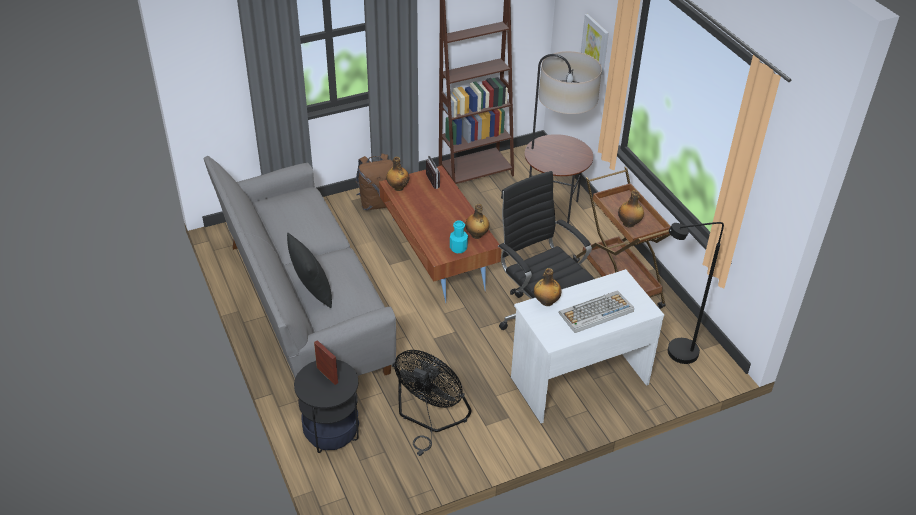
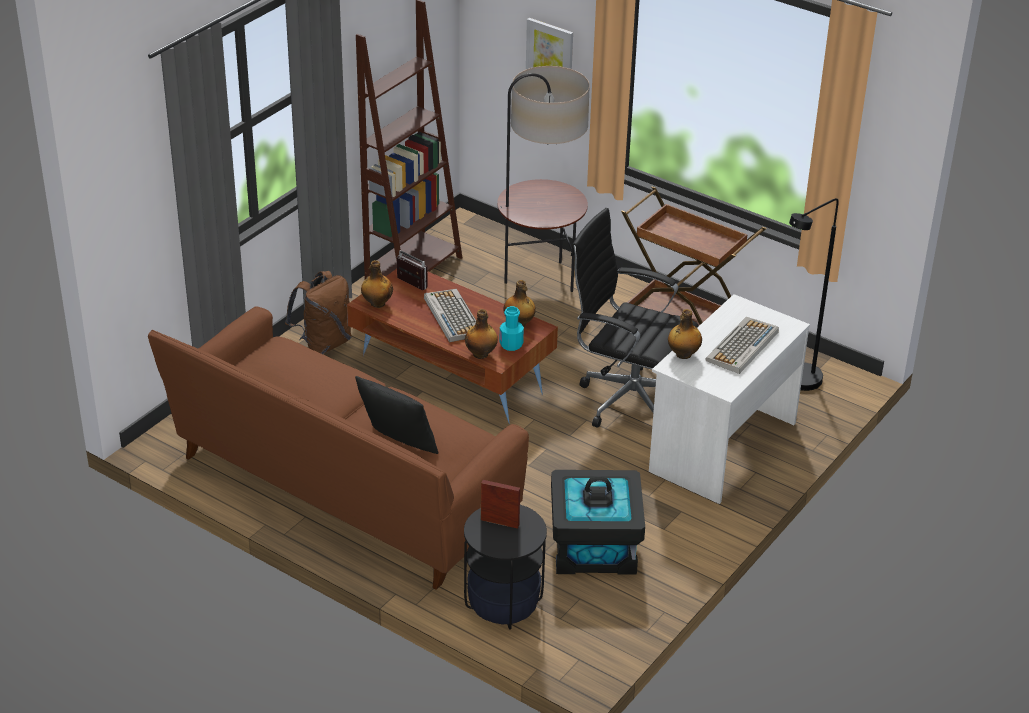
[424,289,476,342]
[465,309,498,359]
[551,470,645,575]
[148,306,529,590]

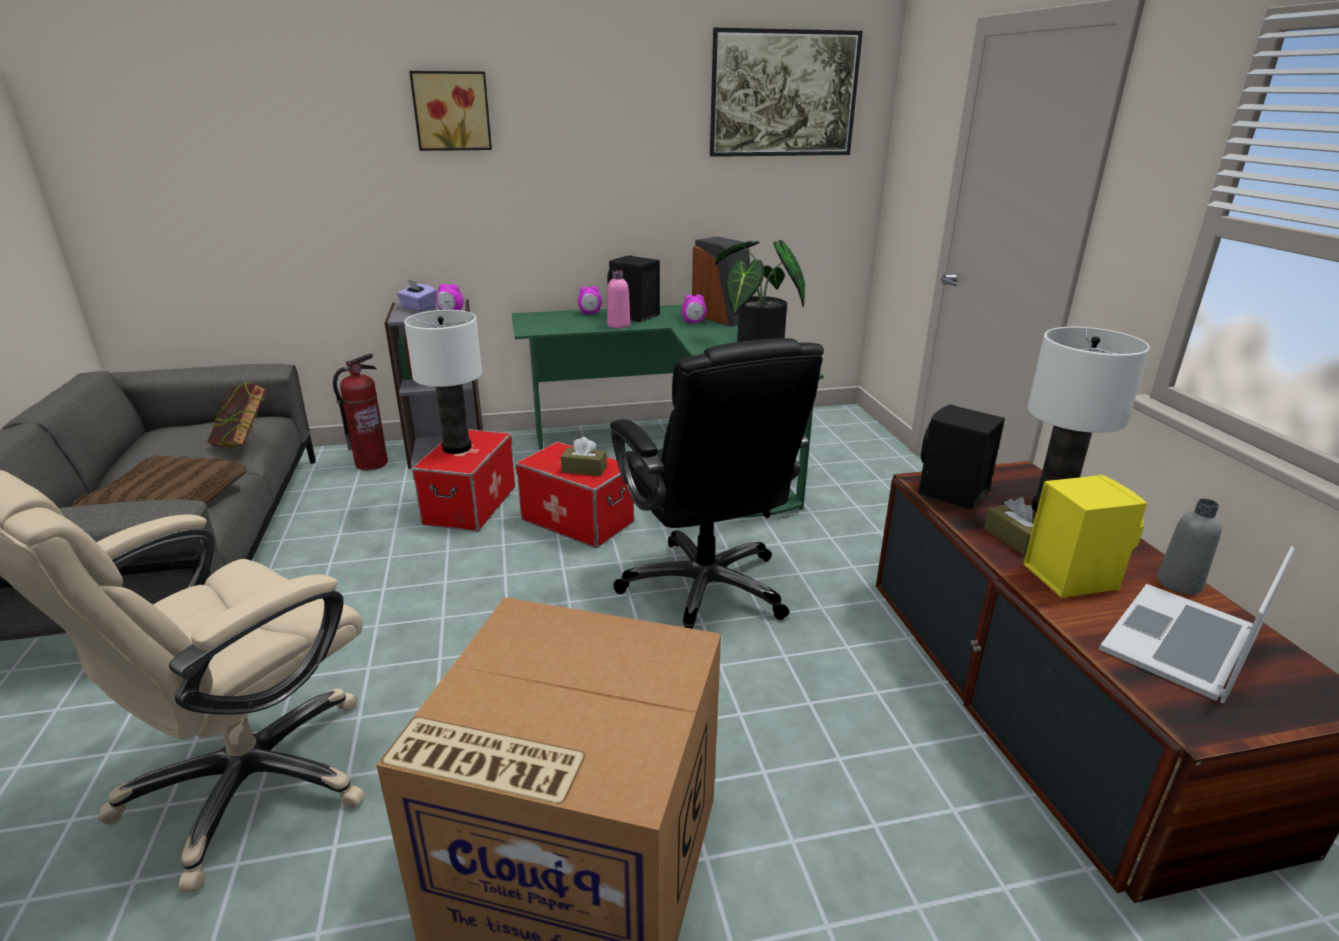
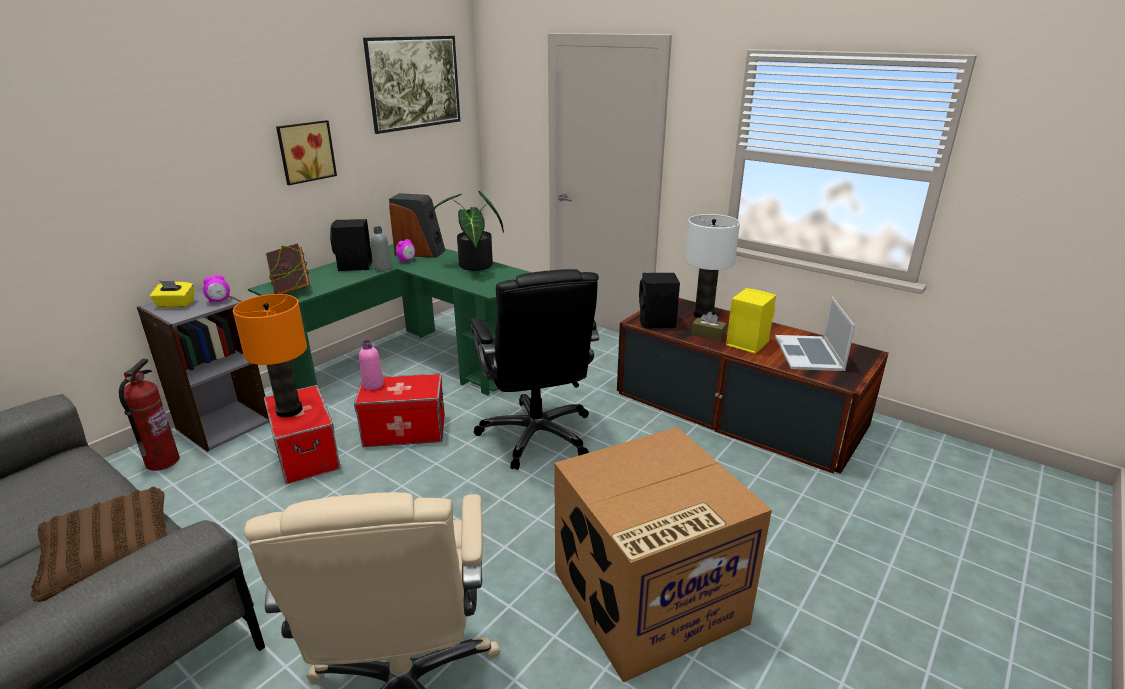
[561,437,607,476] (first image)
[578,286,602,314] (first image)
[266,243,310,294]
[276,120,337,185]
[359,340,384,390]
[371,226,392,271]
[150,281,194,308]
[233,294,307,417]
[470,269,599,470]

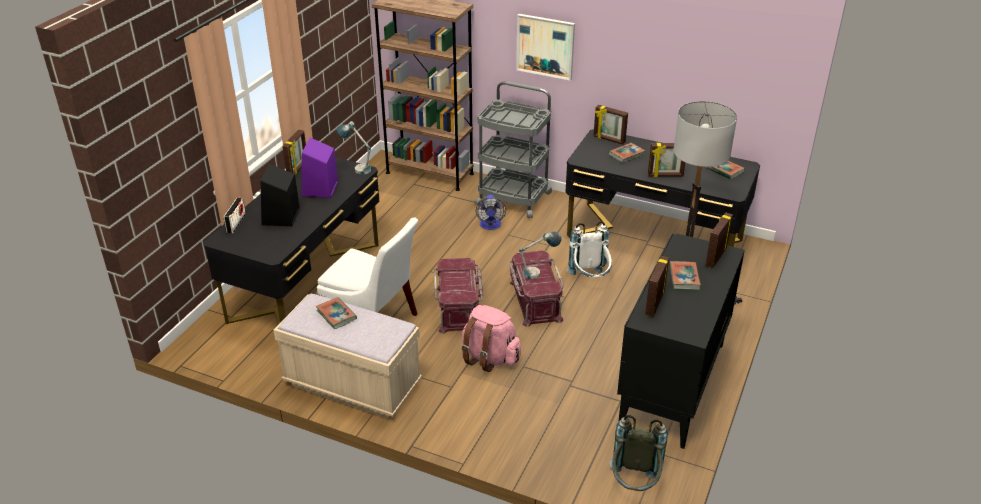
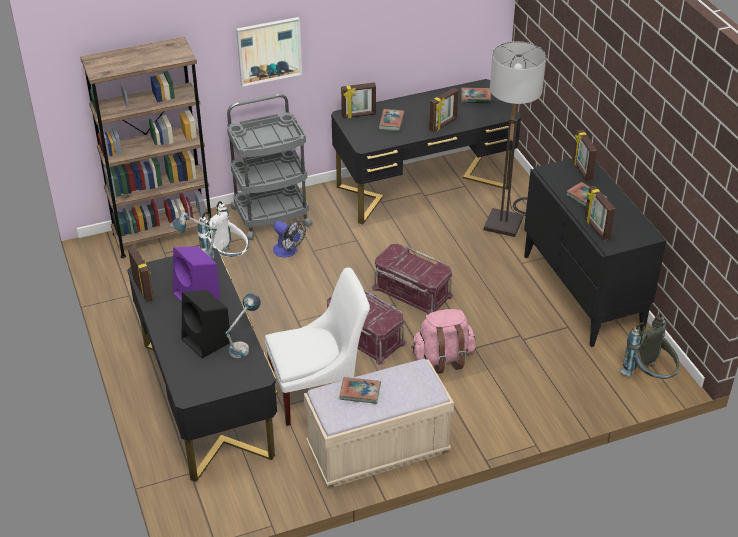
[224,198,246,233] (first image)
[225,293,261,358]
[198,201,249,257]

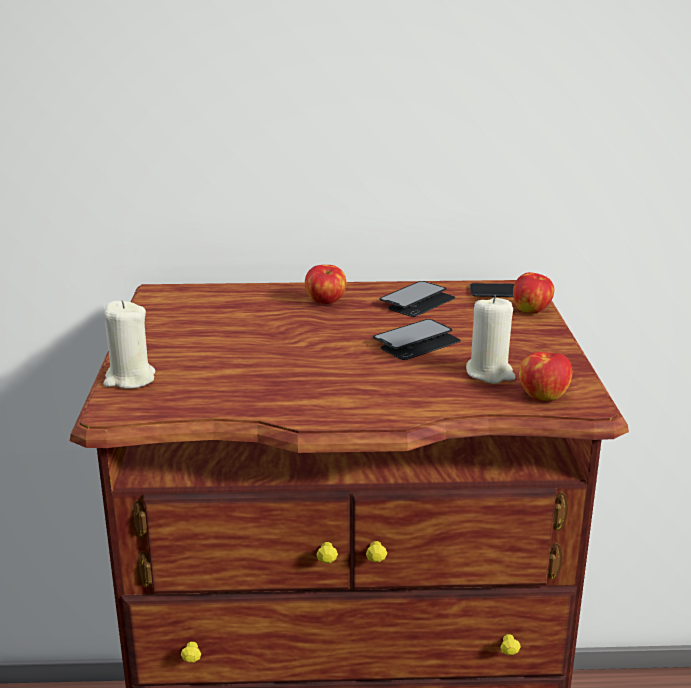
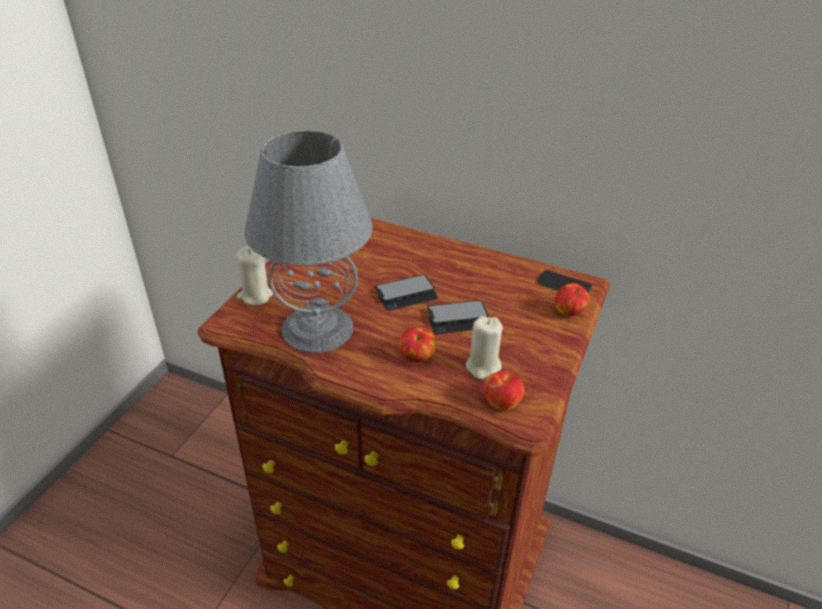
[244,130,373,353]
[399,327,436,362]
[375,274,438,311]

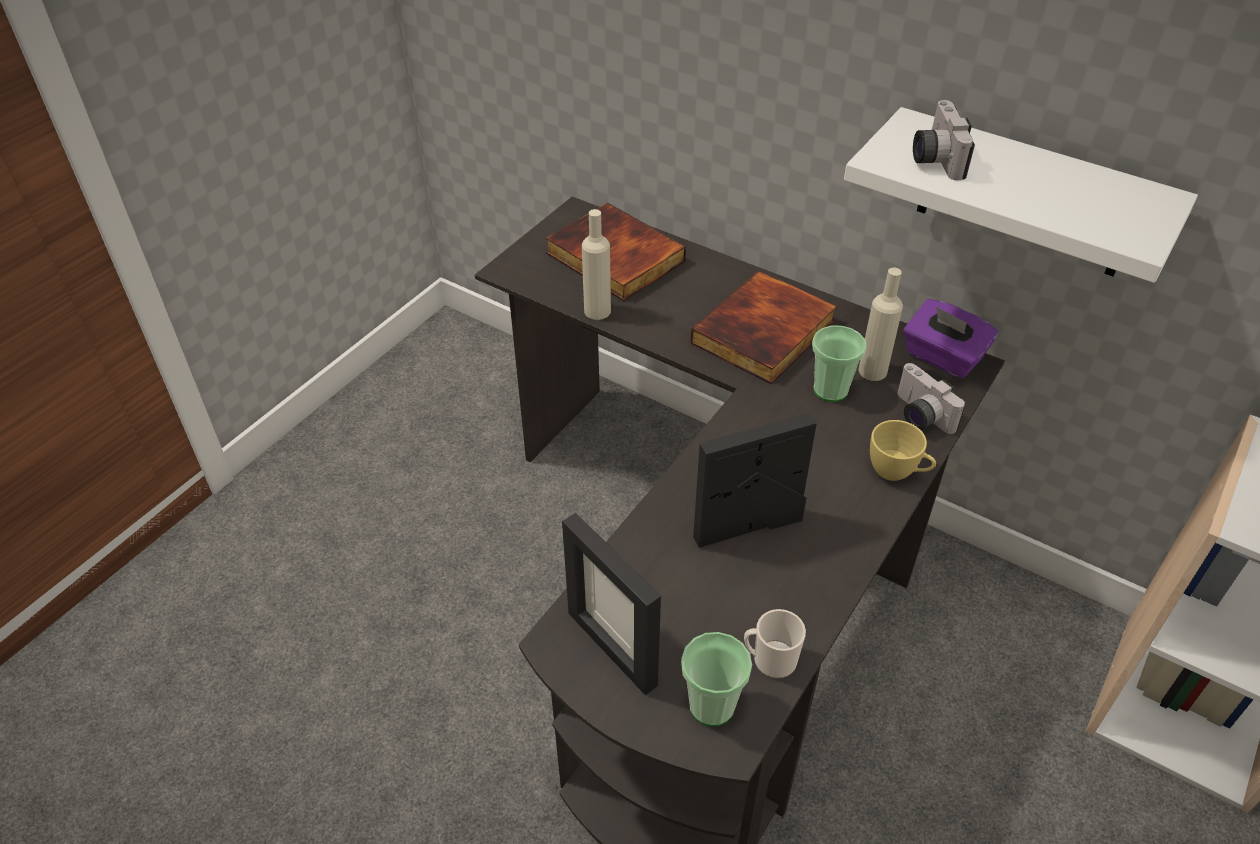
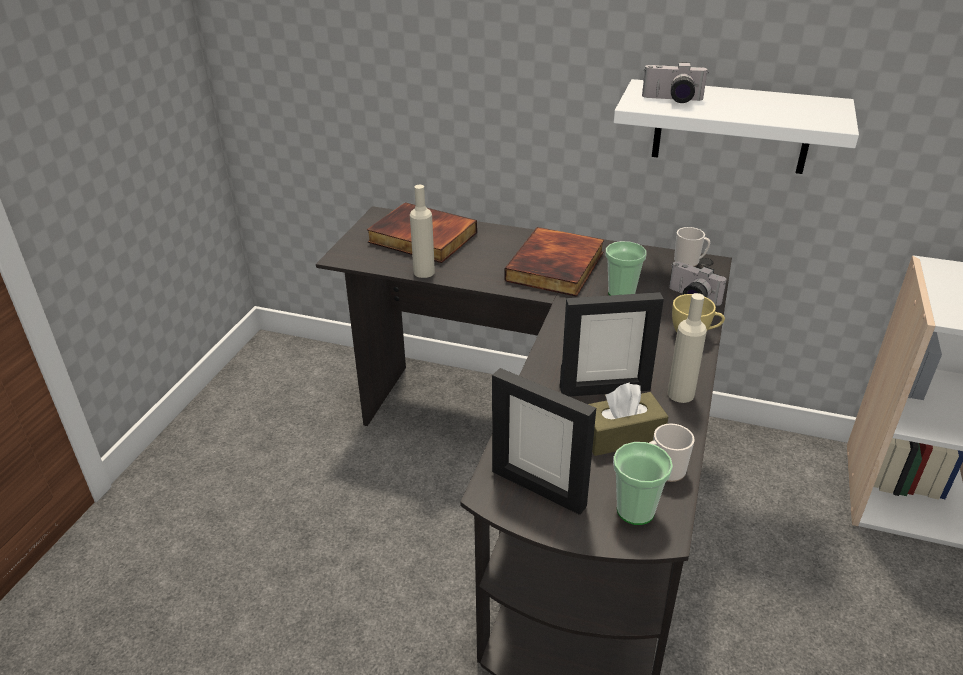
[588,383,669,456]
[668,293,707,403]
[674,227,710,267]
[560,292,664,397]
[642,62,709,103]

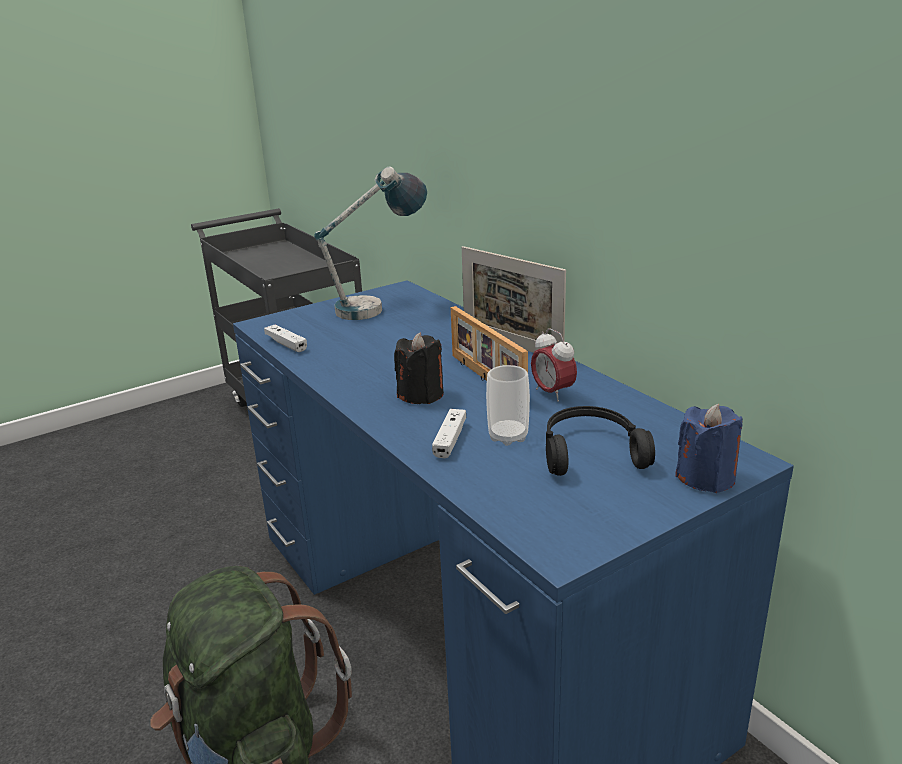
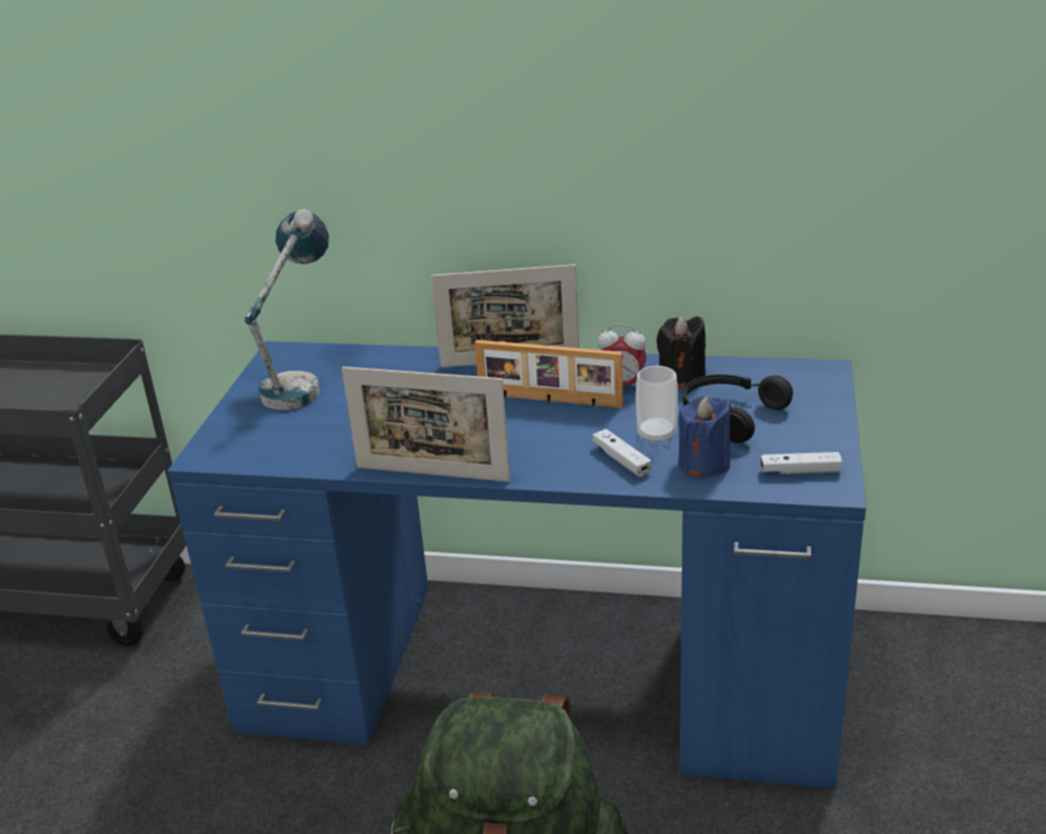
[342,367,510,482]
[761,452,842,474]
[657,315,706,388]
[678,396,731,477]

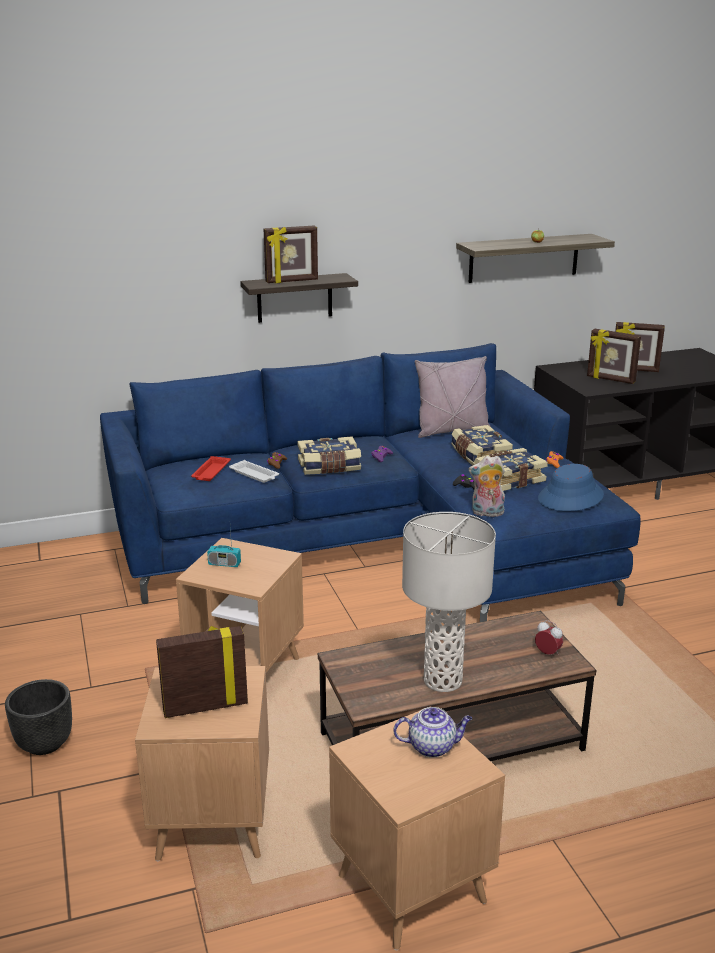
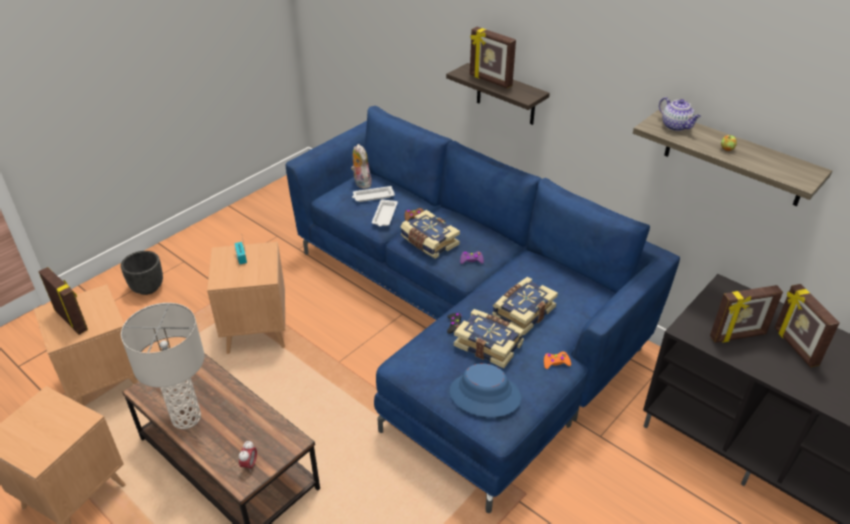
[415,356,491,438] (first image)
[659,97,701,131]
[351,144,372,189]
[352,186,395,202]
[710,285,783,343]

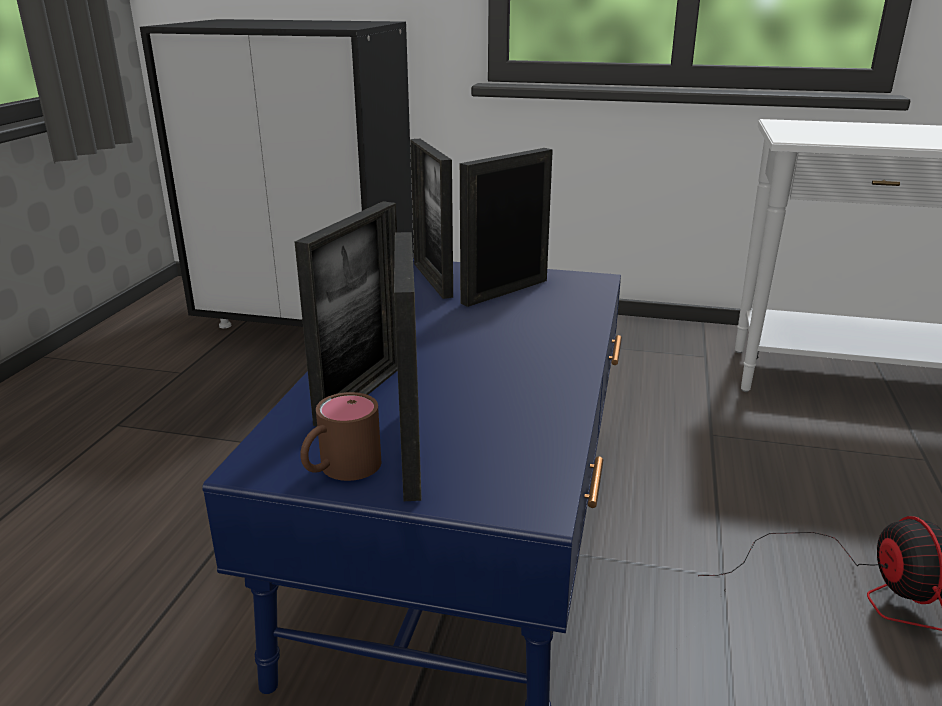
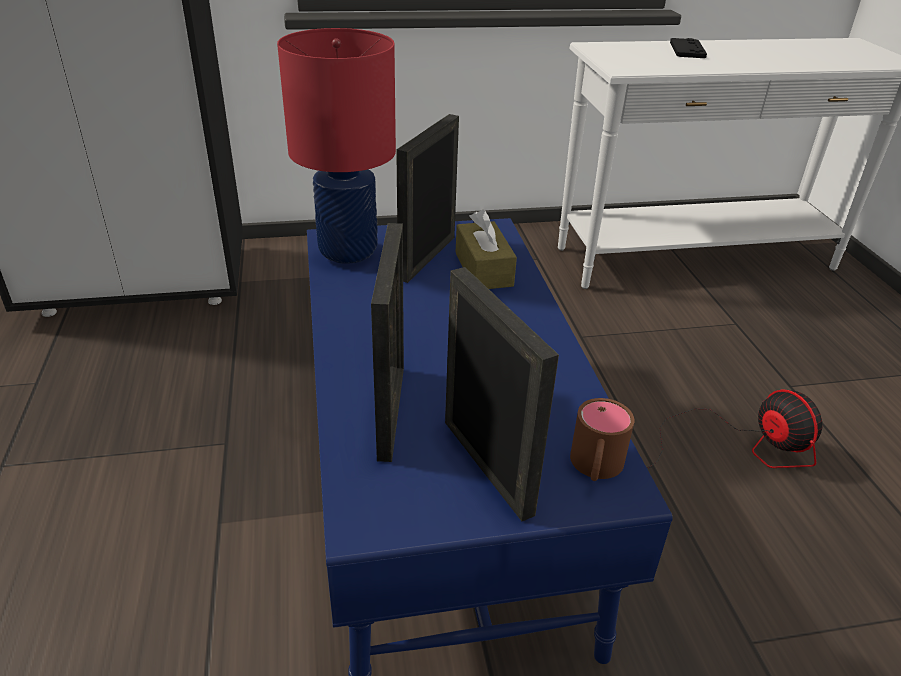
[456,210,517,289]
[670,38,707,58]
[570,398,634,481]
[277,28,396,264]

